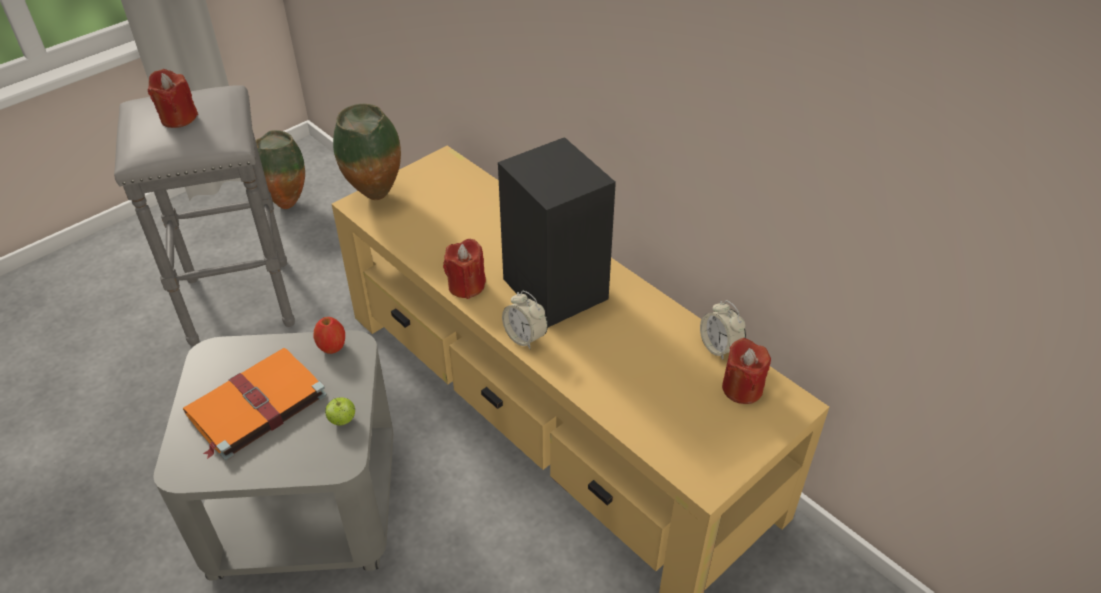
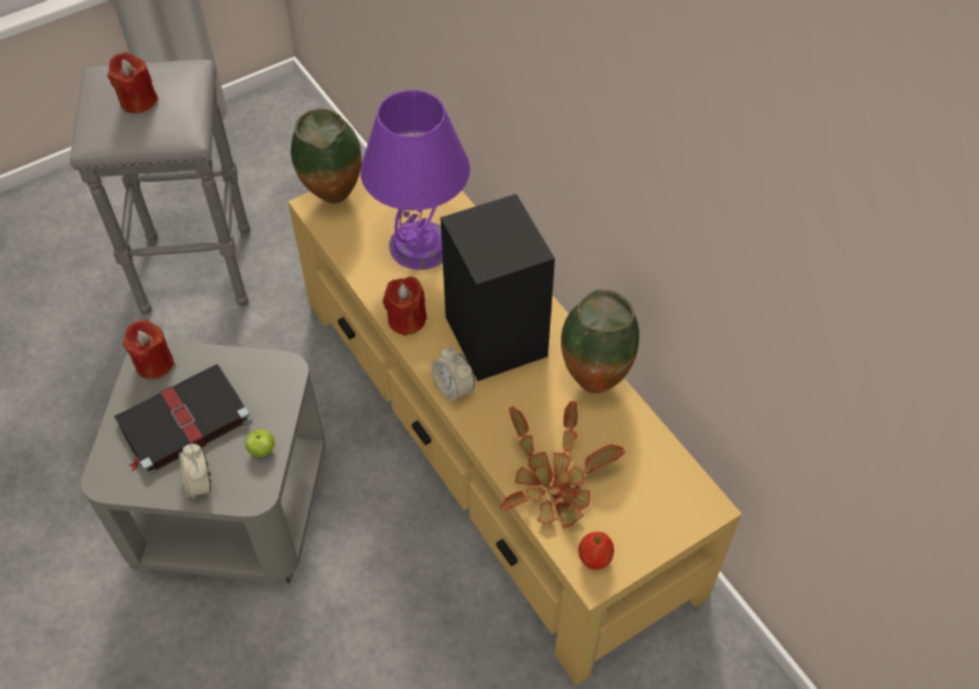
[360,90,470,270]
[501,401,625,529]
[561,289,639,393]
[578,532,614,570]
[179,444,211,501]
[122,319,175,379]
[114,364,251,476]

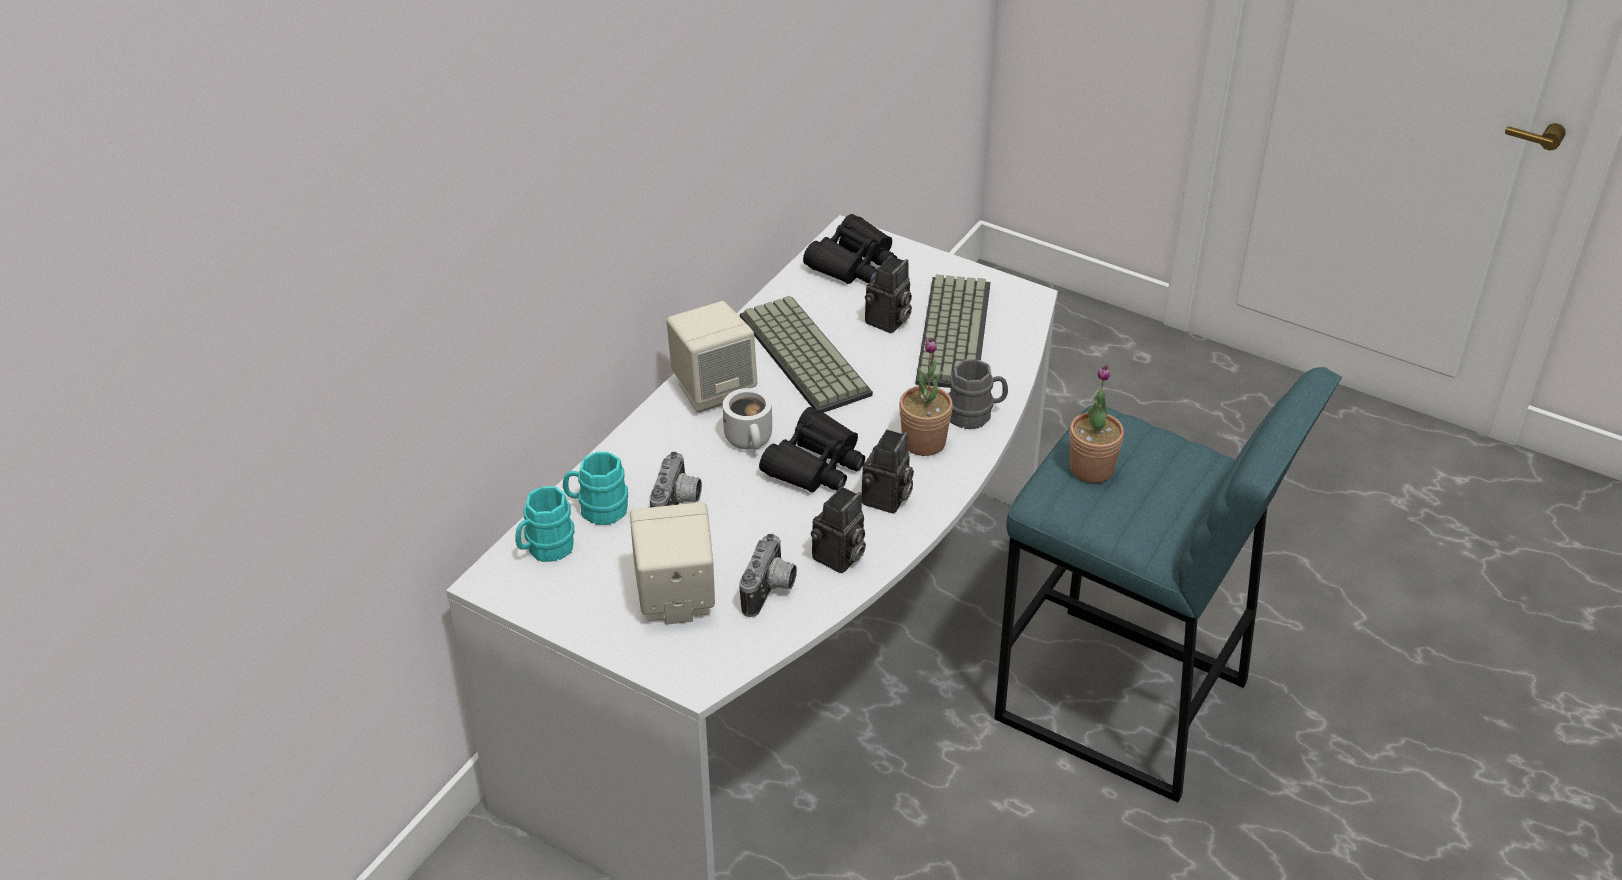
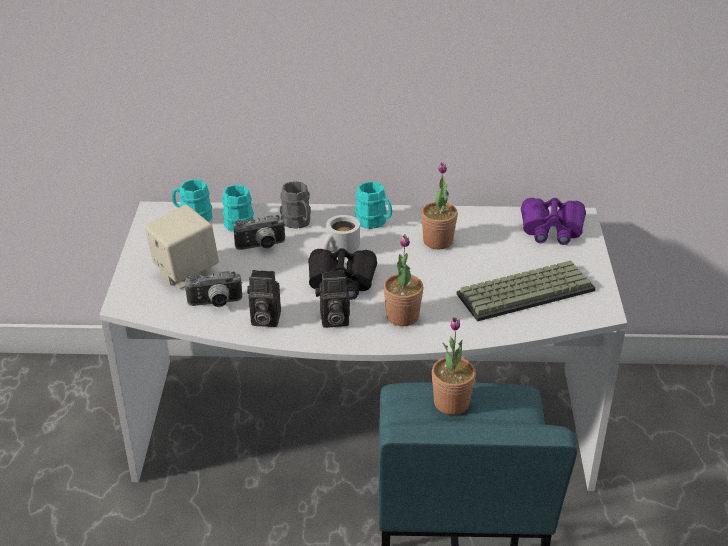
[865,256,912,333] (first image)
[280,181,311,229]
[355,181,392,229]
[421,162,458,250]
[521,198,586,245]

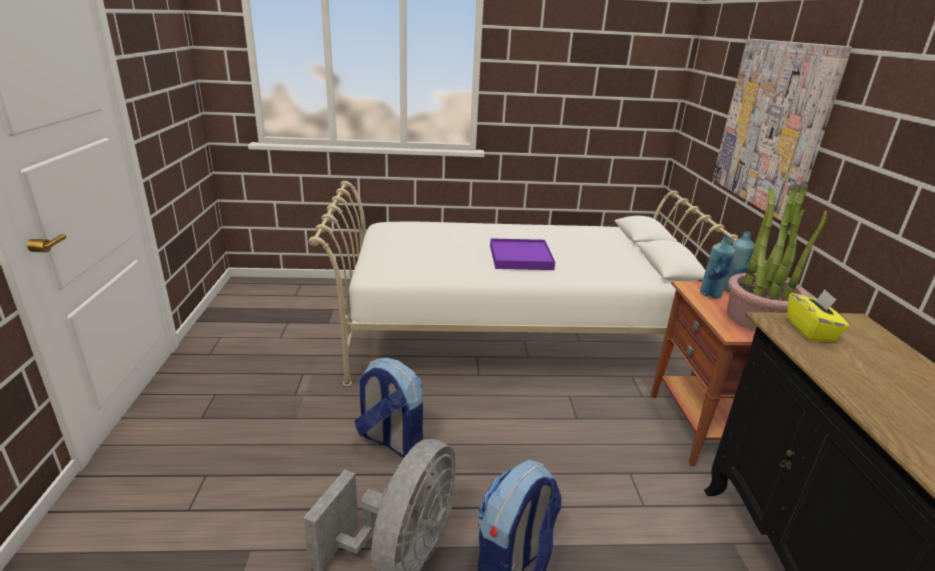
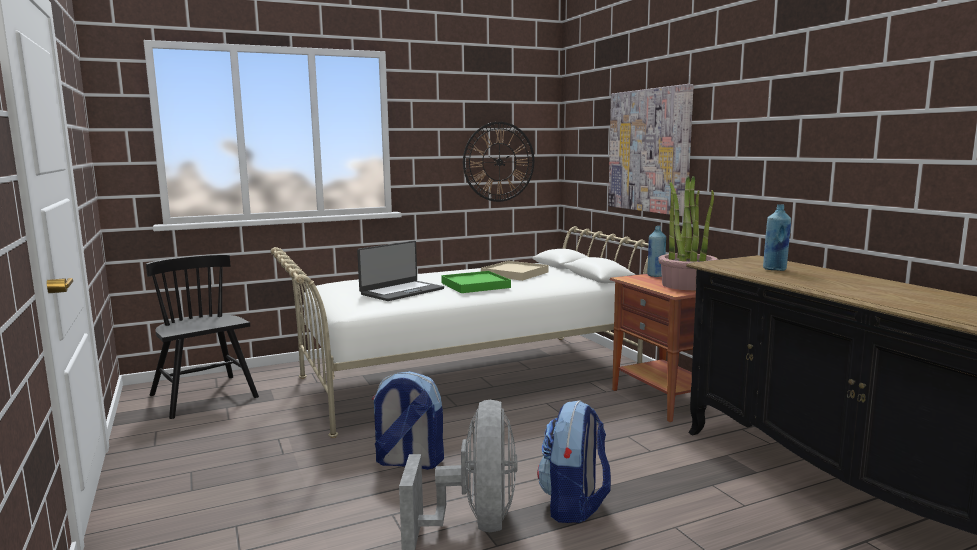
[787,289,850,342] (first image)
[146,254,259,419]
[357,241,444,301]
[463,122,534,202]
[481,261,548,281]
[763,204,791,271]
[441,271,511,293]

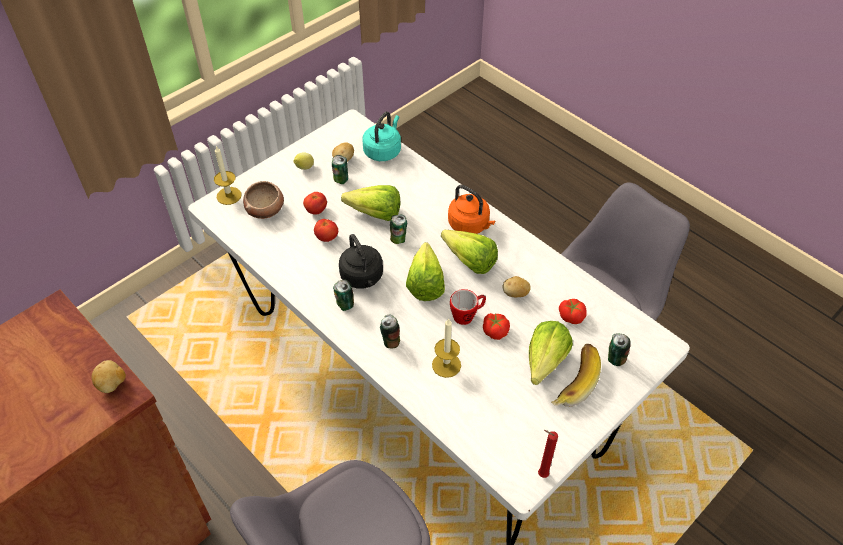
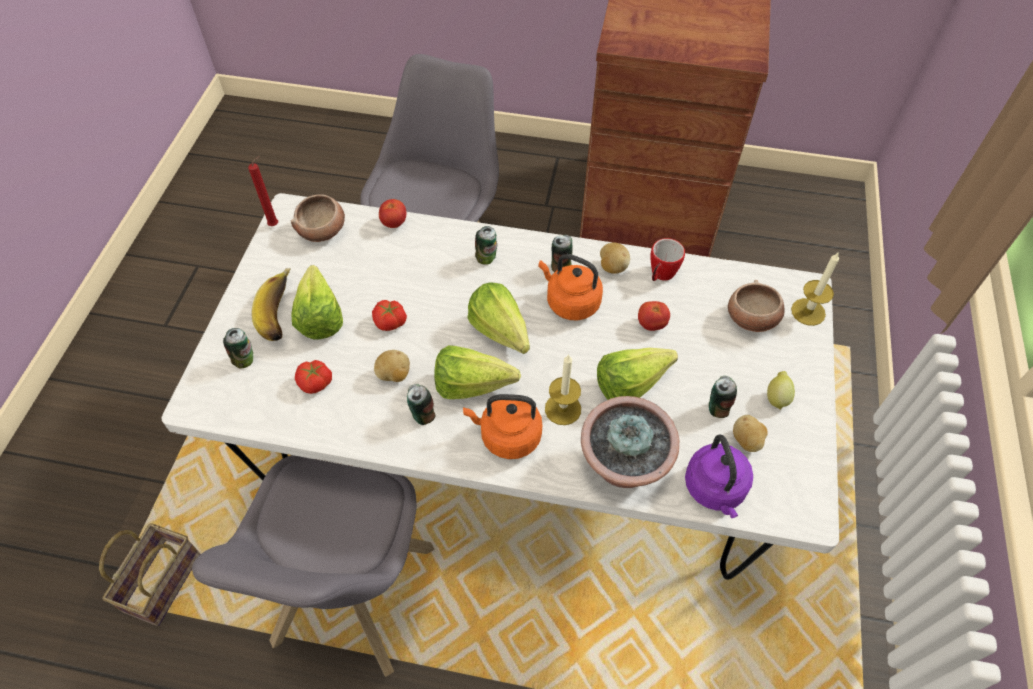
[99,523,201,626]
[291,194,345,242]
[581,396,679,488]
[600,243,630,274]
[379,199,406,228]
[407,384,435,425]
[545,354,581,425]
[651,238,685,281]
[538,254,603,320]
[685,435,753,518]

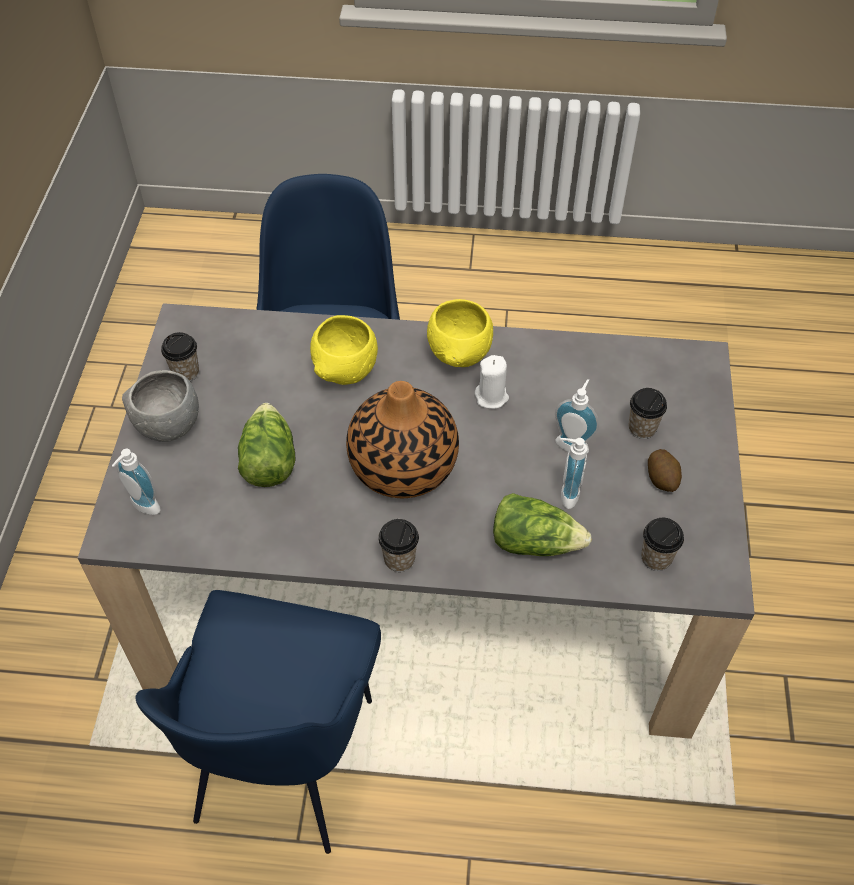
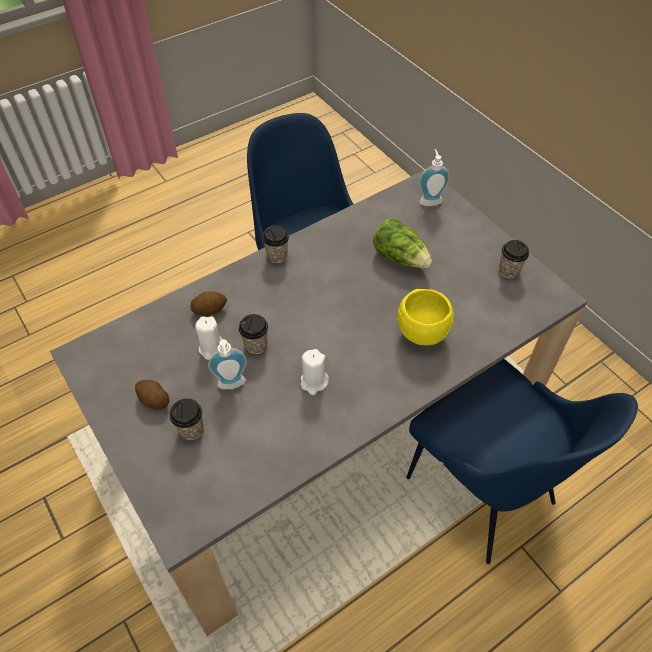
[122,370,199,442] (first image)
[346,381,459,498] (first image)
[427,299,493,367] (first image)
[239,314,268,354]
[191,291,227,316]
[195,316,222,360]

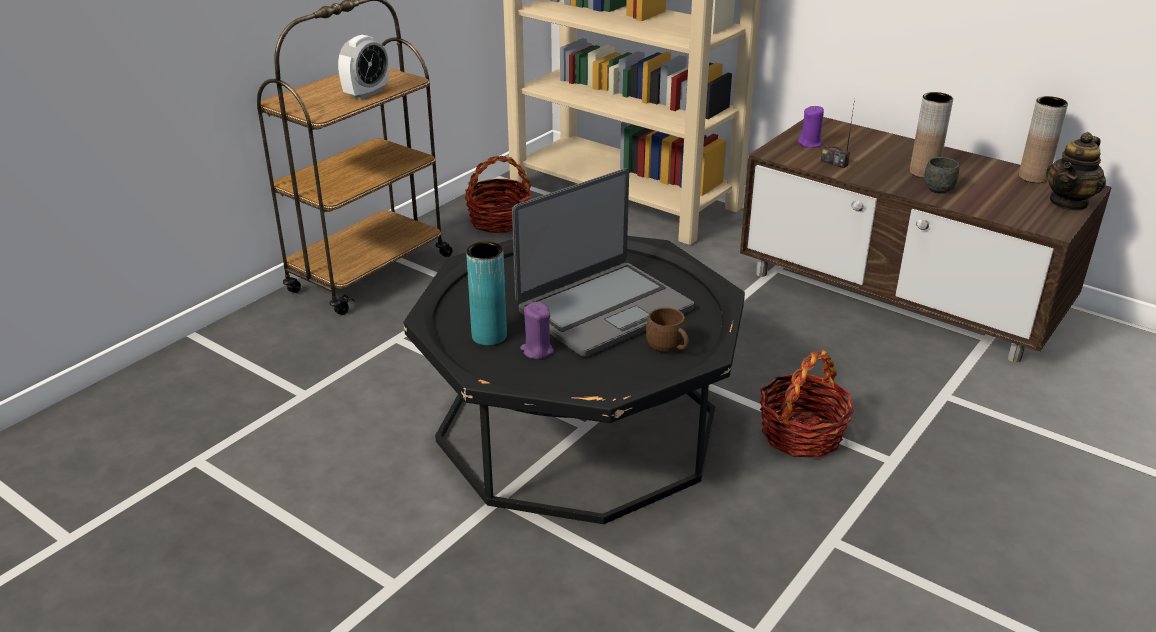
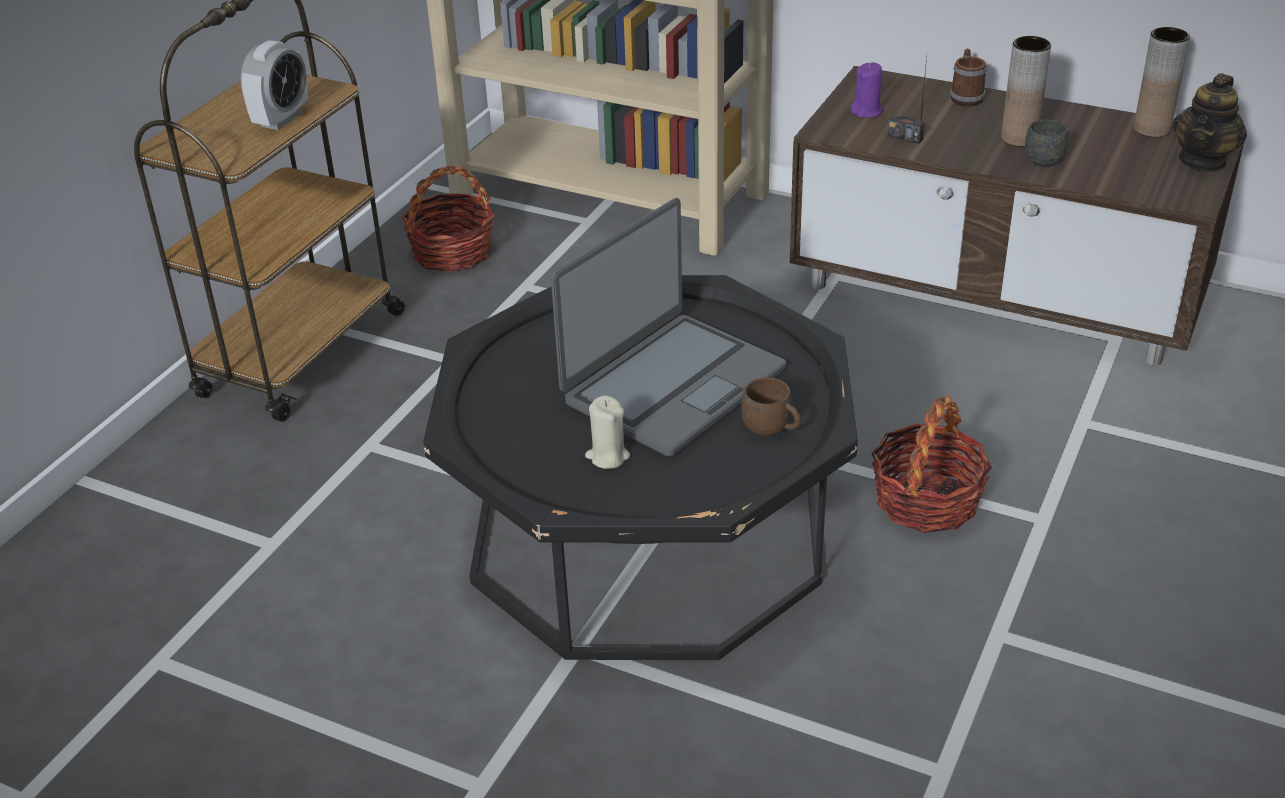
[466,242,507,346] (first image)
[950,49,987,106]
[585,396,630,469]

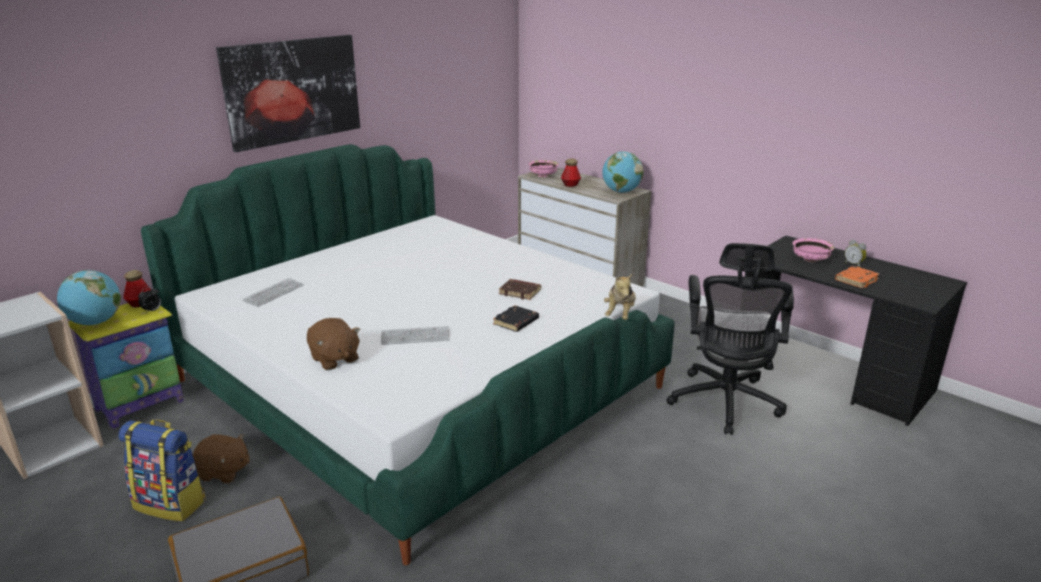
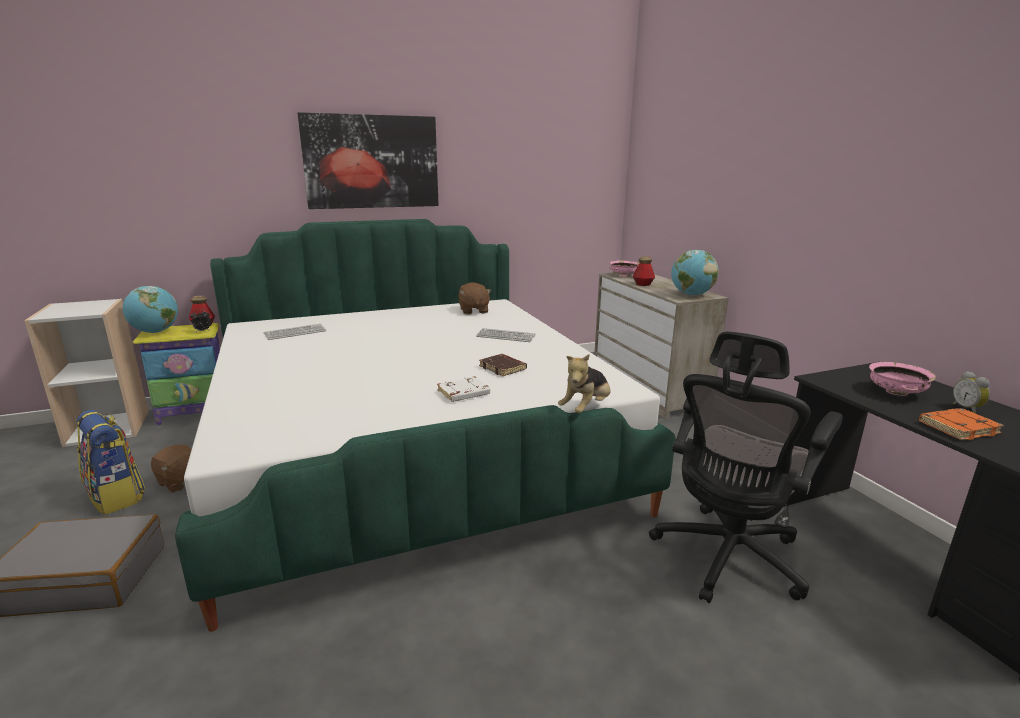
[458,282,492,314]
[476,328,536,342]
[437,376,490,402]

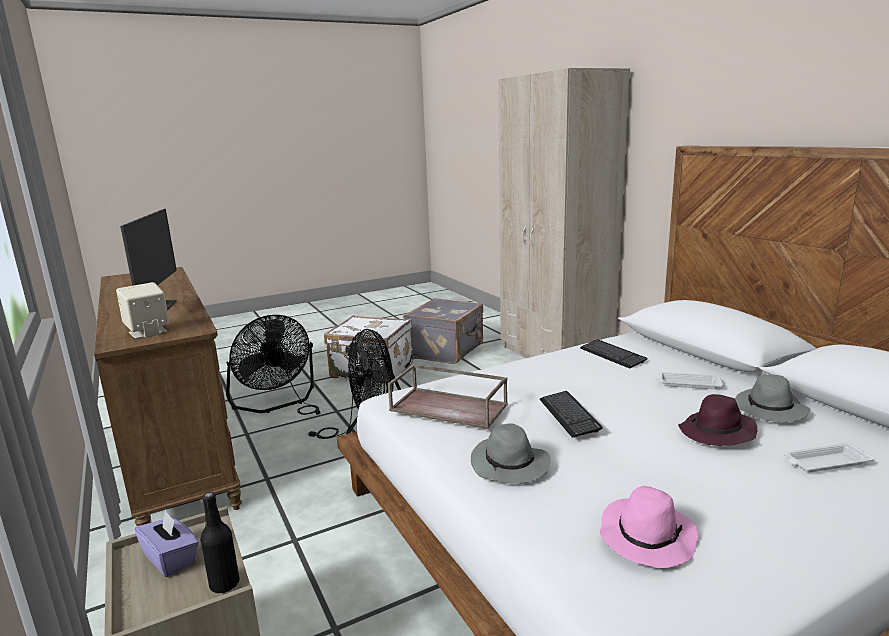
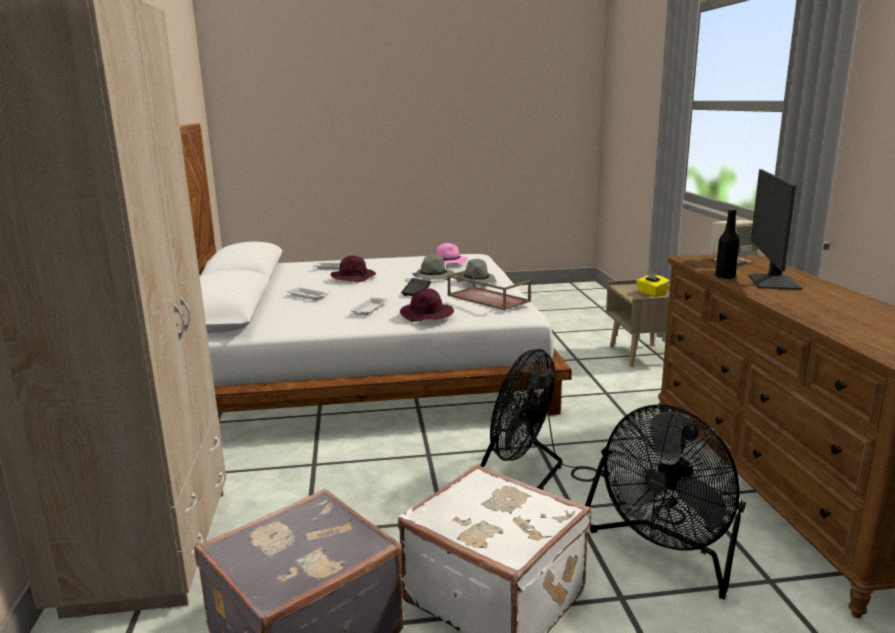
[580,339,647,369] (first image)
[350,297,388,315]
[400,288,454,322]
[715,209,739,279]
[412,255,455,280]
[636,271,670,297]
[585,405,746,599]

